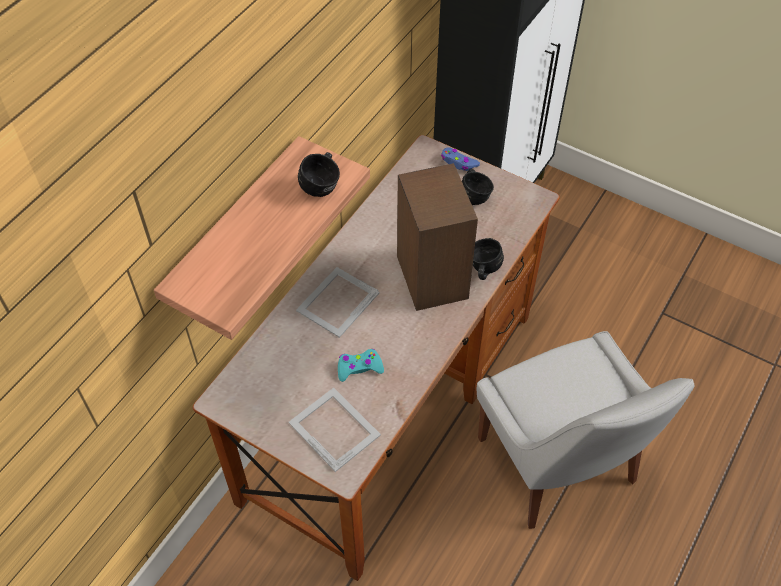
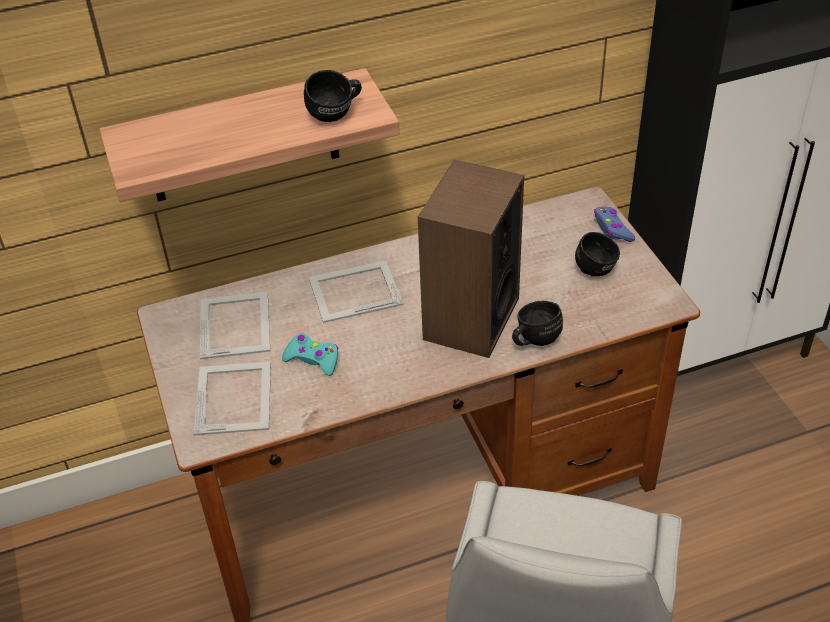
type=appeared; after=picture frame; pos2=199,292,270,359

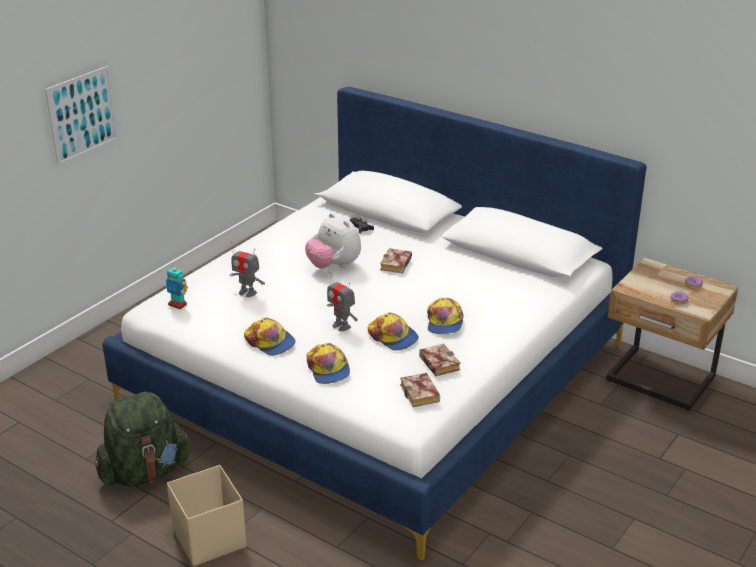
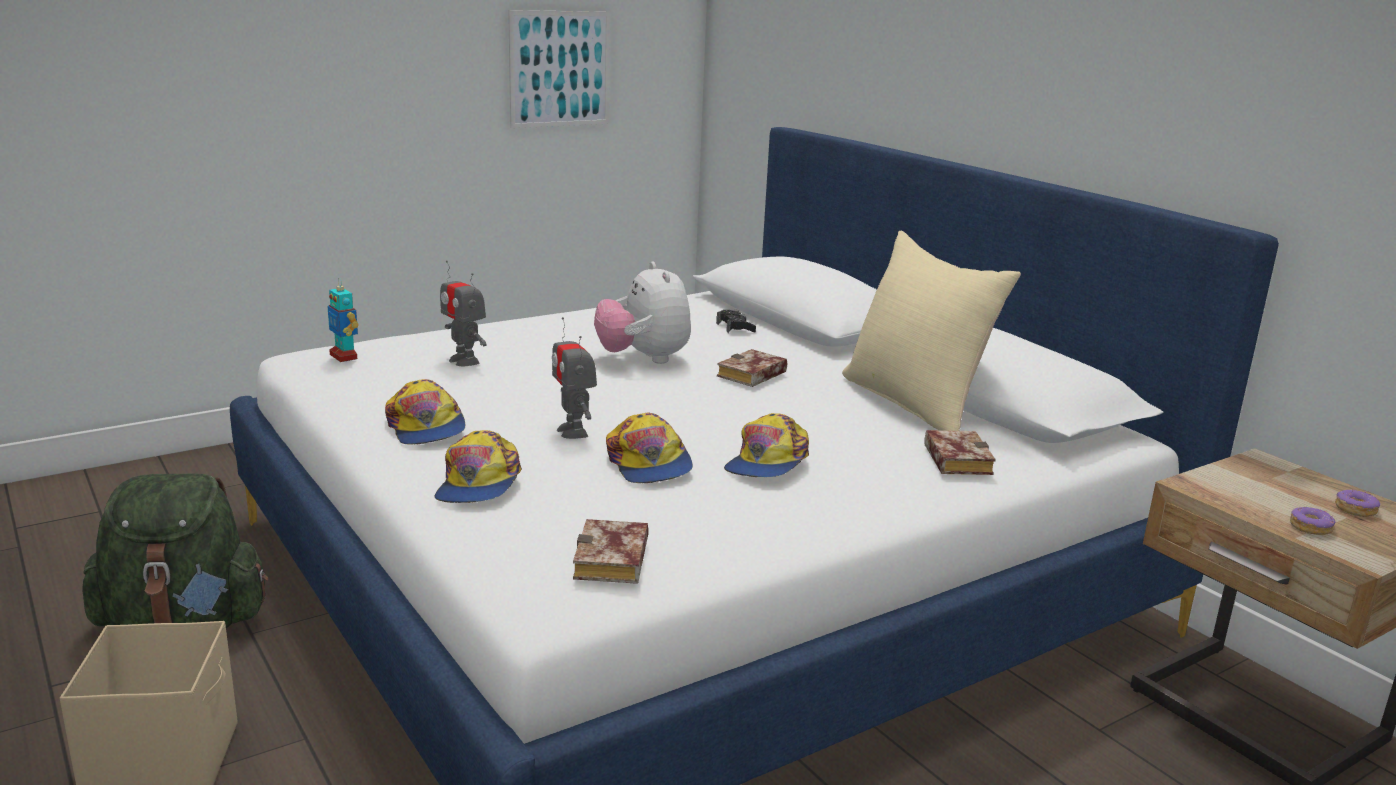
type=relocated; before=wall picture; pos1=45,66,119,166; pos2=508,10,610,128
type=relocated; before=book; pos1=419,344,461,376; pos2=925,430,996,475
type=appeared; after=beige-coloured pillow; pos2=842,231,1021,431

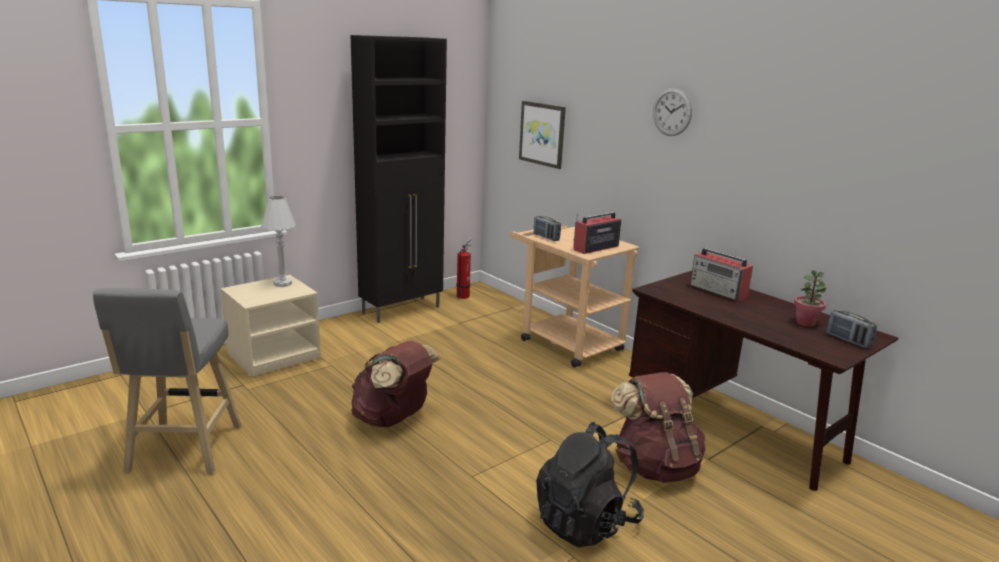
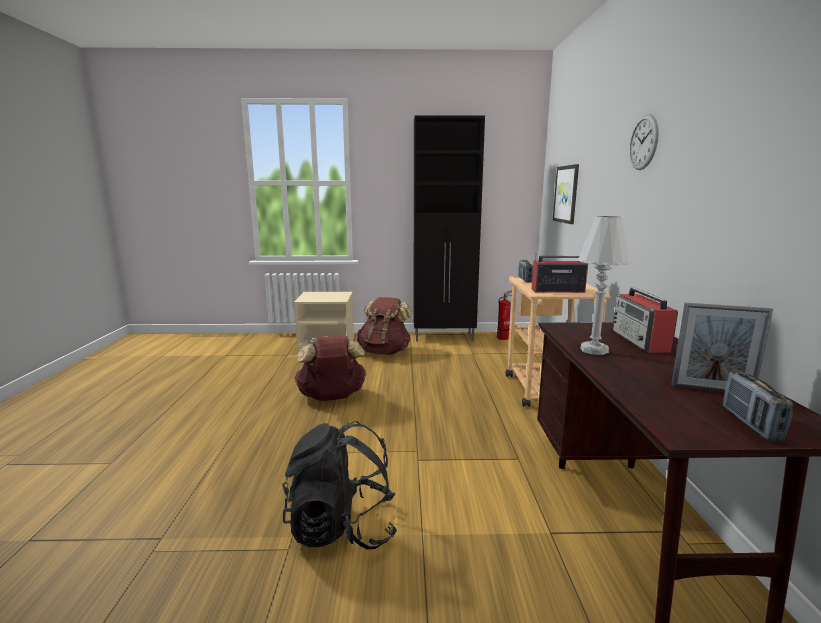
type=relocated; before=whitish tabletop lamp; pos1=261,196,296,287; pos2=577,216,632,355
type=exchanged; before=potted plant; after=picture frame; pos1=794,270,826,327; pos2=671,303,773,392
type=missing; before=greyish sitting stool; pos1=93,288,241,474
type=relocated; before=brownish backpack; pos1=611,372,706,483; pos2=357,297,413,355

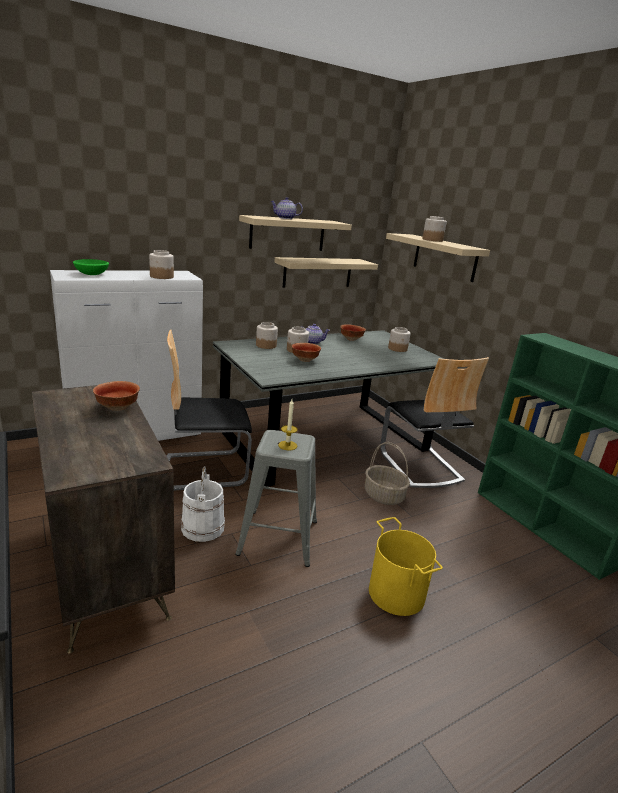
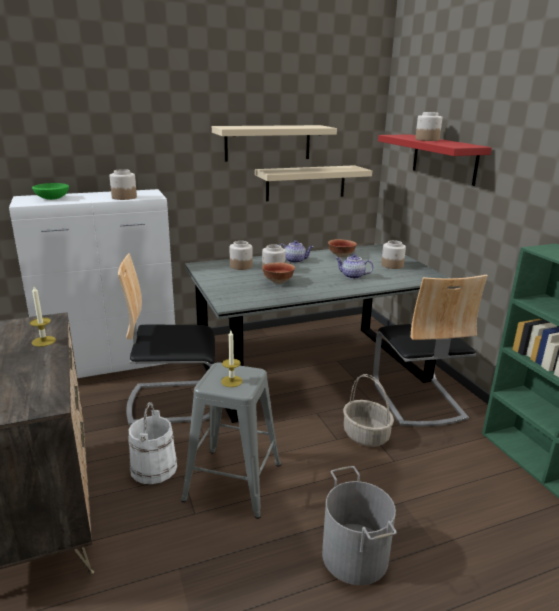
type=relocated; before=pot for tea; pos1=271,197,303,219; pos2=336,254,373,279
type=colour; before=beige-coloured bracket shelf; after=red bracket shelf; pos1=386,233,490,282; pos2=378,134,492,186
type=exchanged; before=deep dish; after=wax candle; pos1=93,381,140,411; pos2=30,286,56,347
type=colour; before=yellowish bucket; after=greyish bucket; pos1=369,517,443,616; pos2=322,466,397,585

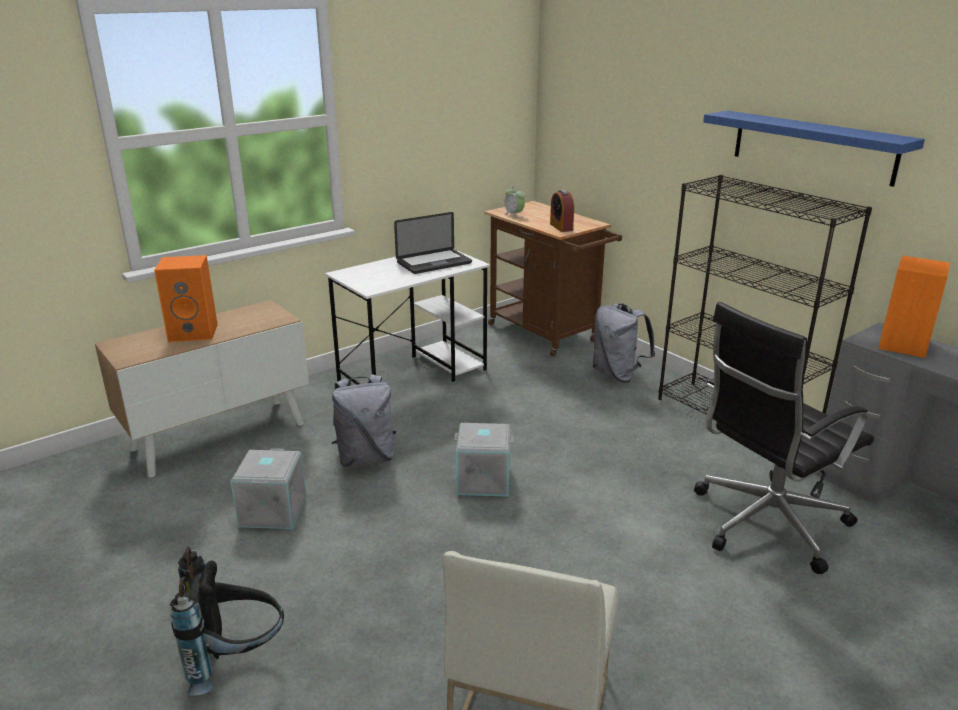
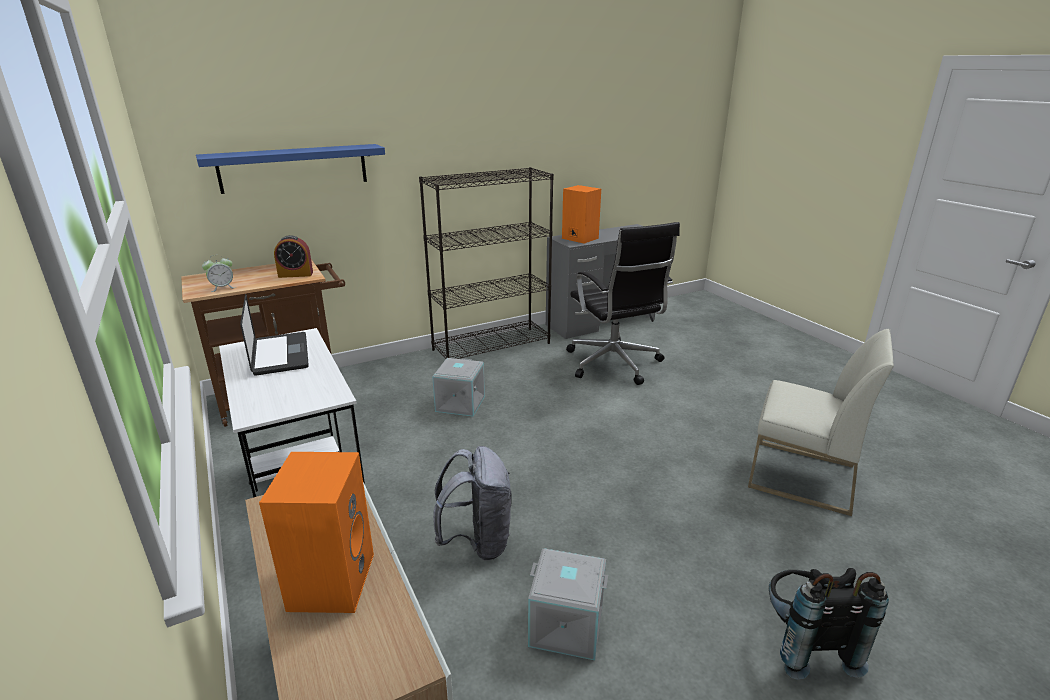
type=relocated; before=blue bracket shelf; pos1=703,111,925,187; pos2=196,144,385,194
type=missing; before=greyish backpack; pos1=593,303,655,383
type=relocated; before=greyish storage bin; pos1=454,423,514,497; pos2=432,358,485,417

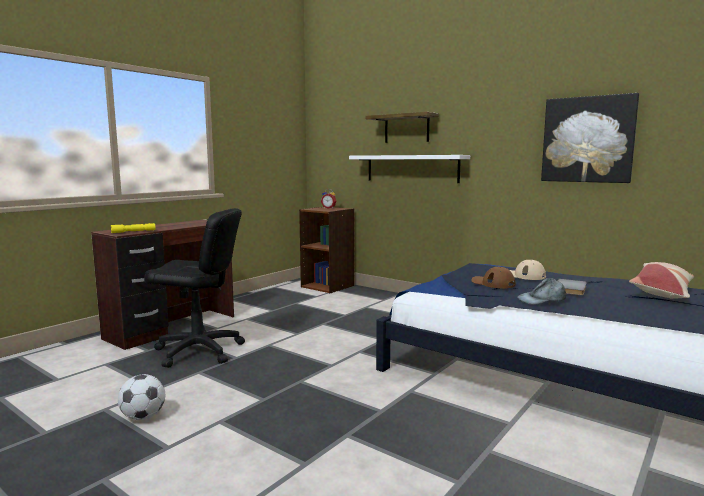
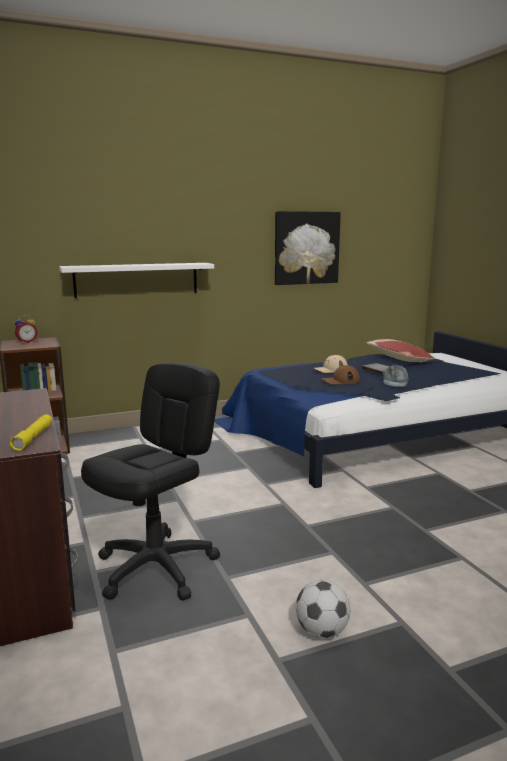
type=missing; before=bracket shelf; pos1=365,112,439,143

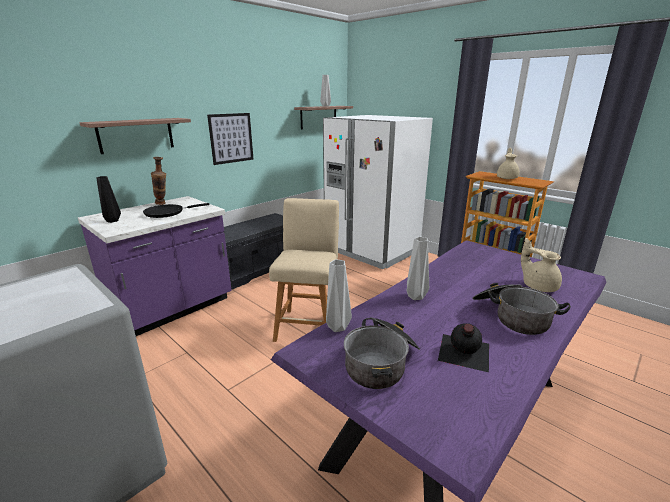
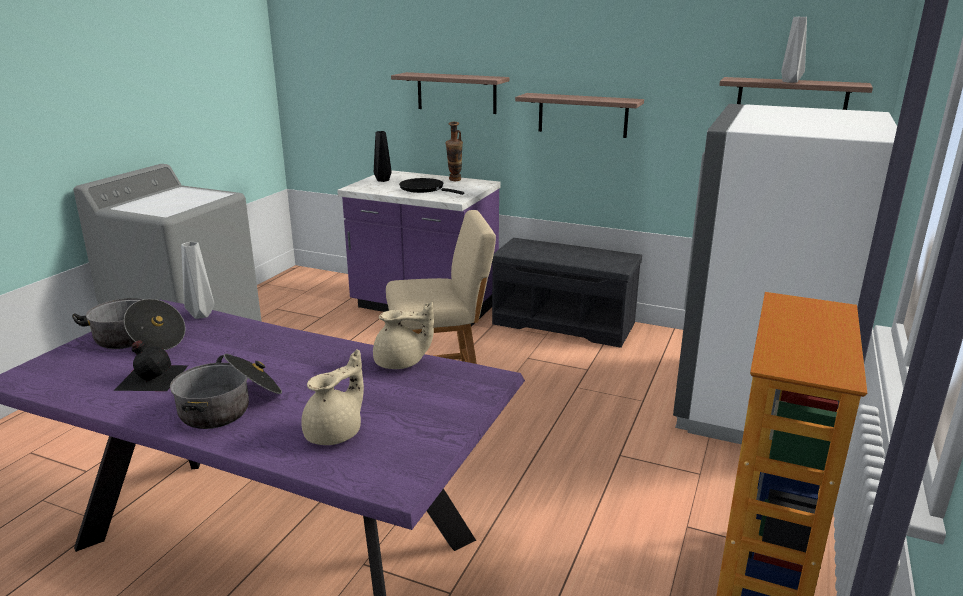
type=exchanged; before=wall picture; after=bracket shelf; pos1=207,113,254,165; pos2=515,93,644,138
type=relocated; before=beige-coloured pot for tea; pos1=497,148,520,179; pos2=373,302,434,369
type=missing; before=greyish flower vase; pos1=407,237,429,300

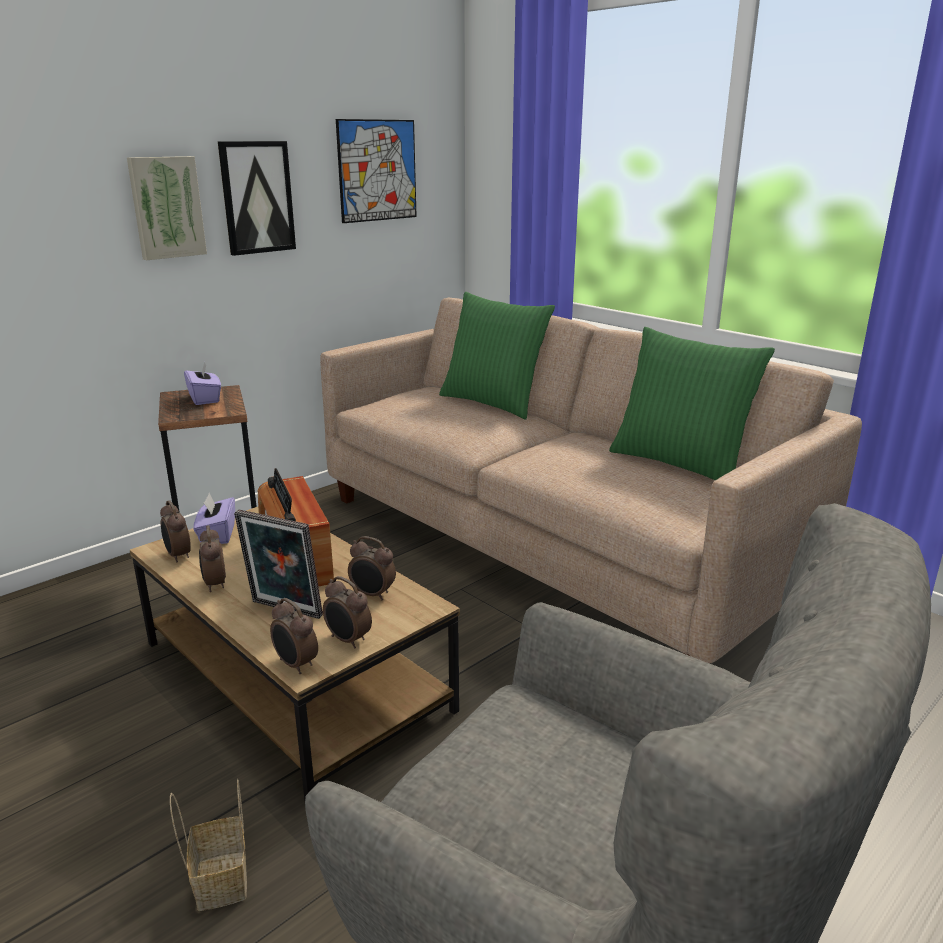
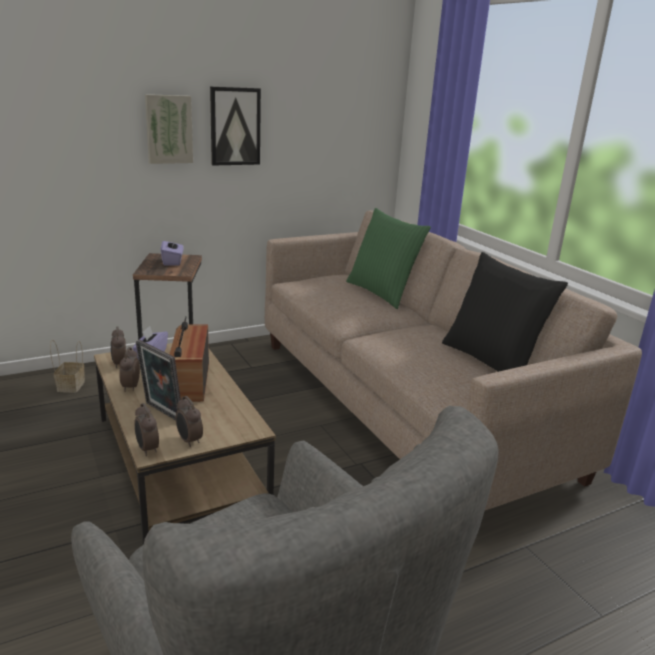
type=missing; before=wall picture; pos1=336,119,417,223
type=colour; before=greenish pillow; after=blackish pillow; pos1=609,327,775,480; pos2=442,252,568,372
type=missing; before=table clock; pos1=348,536,396,600
type=relocated; before=storage basket; pos1=170,779,247,911; pos2=50,340,85,393

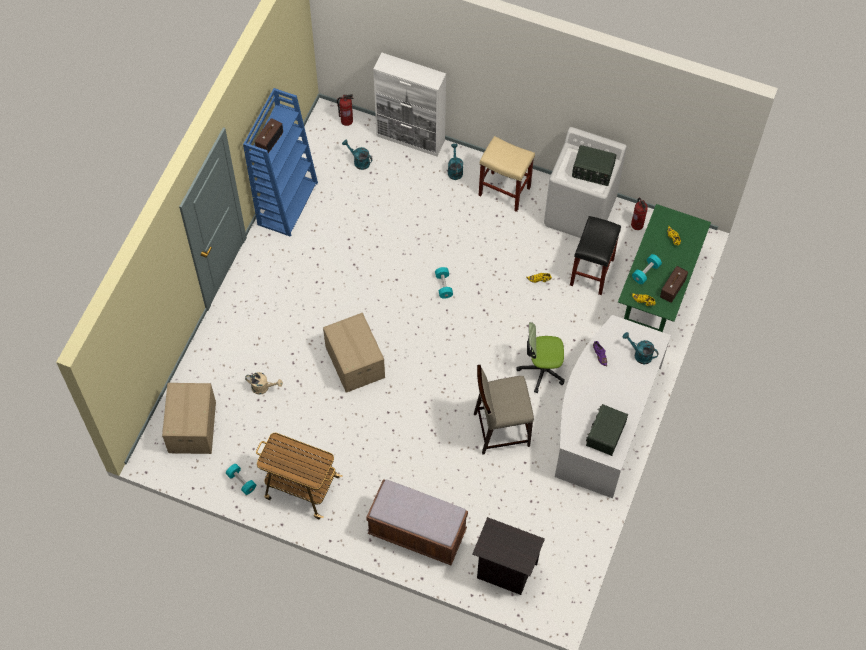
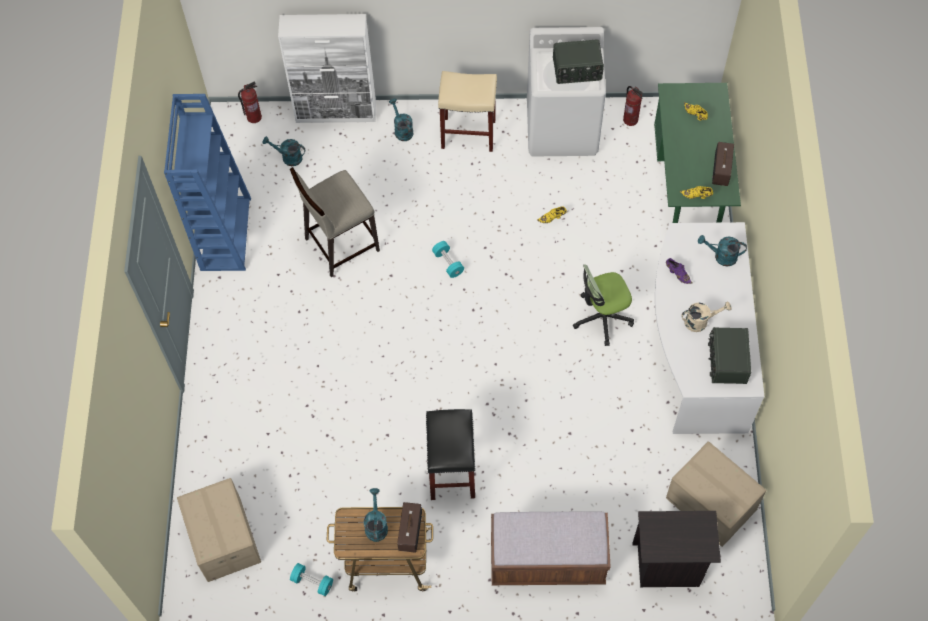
type=relocated; before=radio set; pos1=255,118,283,153; pos2=397,502,422,553
type=relocated; before=blackish sitting stool; pos1=570,216,621,295; pos2=426,409,475,500
type=missing; before=turquoise hand weight; pos1=632,254,662,284
type=relocated; before=carton; pos1=323,313,385,393; pos2=666,441,767,547
type=relocated; before=beige-coloured sitting stool; pos1=474,365,534,455; pos2=290,167,380,277
type=relocated; before=beige-coloured watering can; pos1=245,372,283,395; pos2=681,302,732,332
type=appeared; after=turquoise watering can; pos2=364,488,388,542

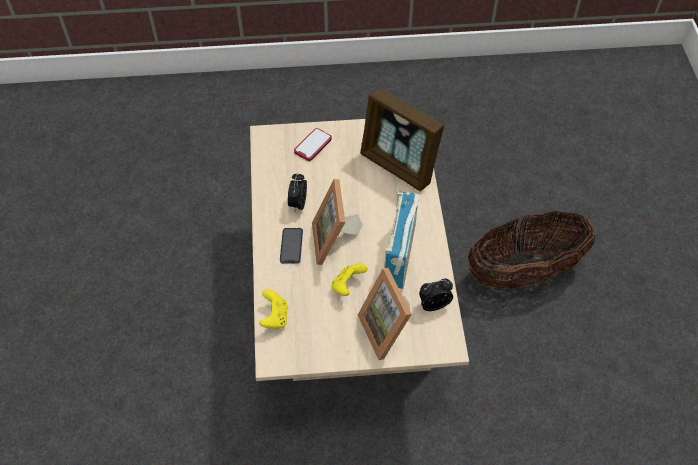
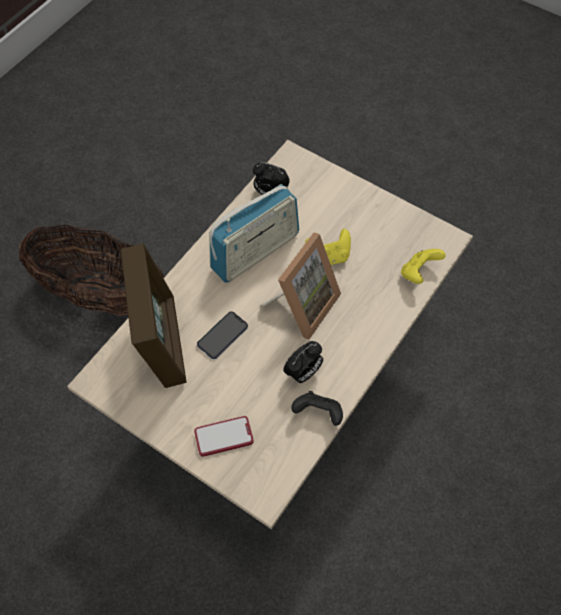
type=relocated; before=telephone; pos1=280,228,303,264; pos2=197,311,248,359
type=missing; before=picture frame; pos1=358,268,412,360
type=appeared; after=blackish gamepad; pos2=291,391,343,426

